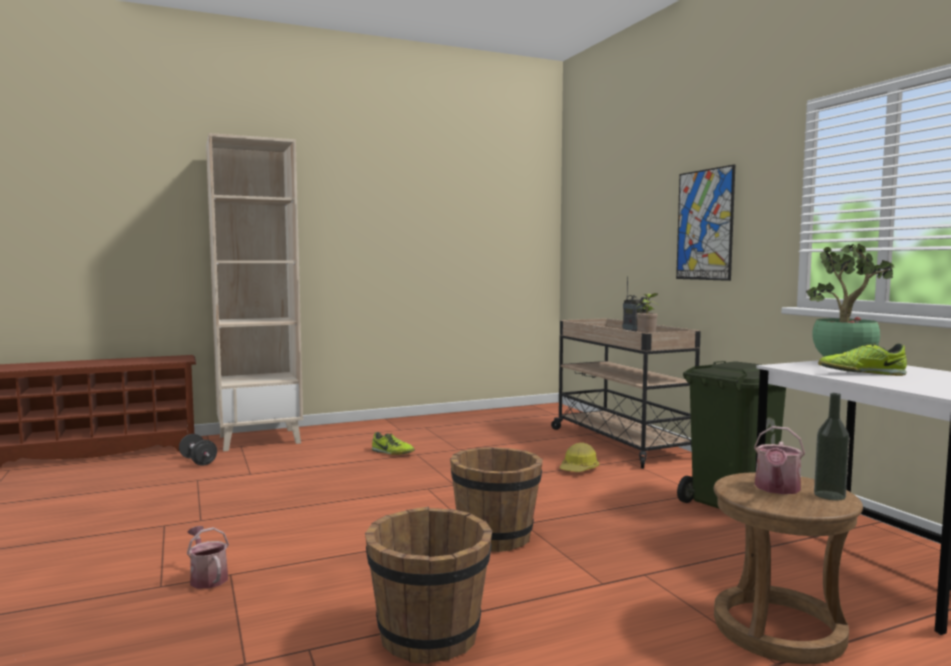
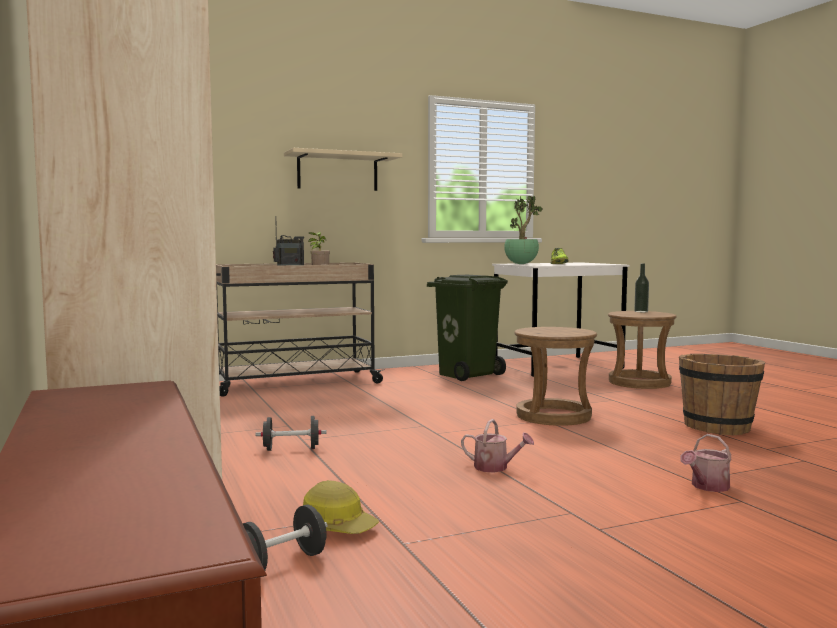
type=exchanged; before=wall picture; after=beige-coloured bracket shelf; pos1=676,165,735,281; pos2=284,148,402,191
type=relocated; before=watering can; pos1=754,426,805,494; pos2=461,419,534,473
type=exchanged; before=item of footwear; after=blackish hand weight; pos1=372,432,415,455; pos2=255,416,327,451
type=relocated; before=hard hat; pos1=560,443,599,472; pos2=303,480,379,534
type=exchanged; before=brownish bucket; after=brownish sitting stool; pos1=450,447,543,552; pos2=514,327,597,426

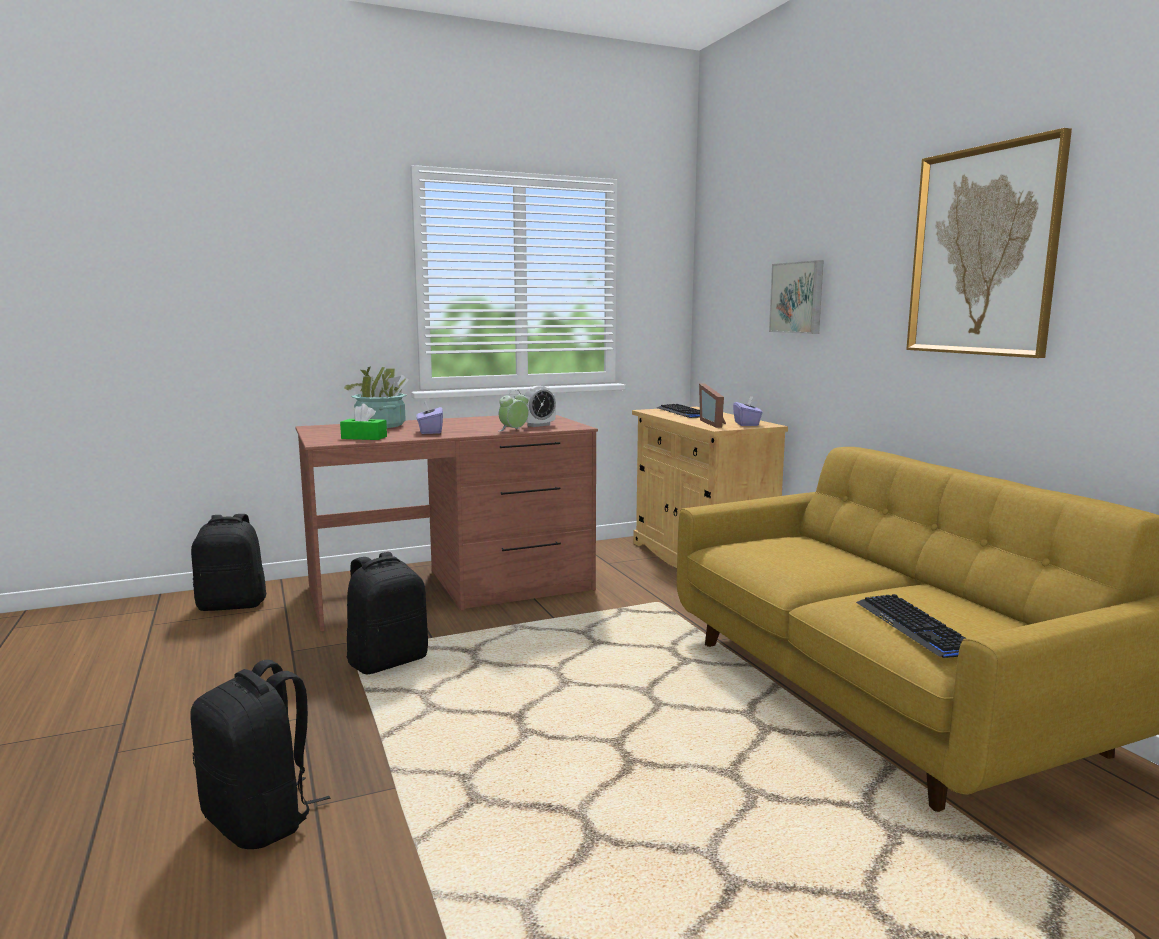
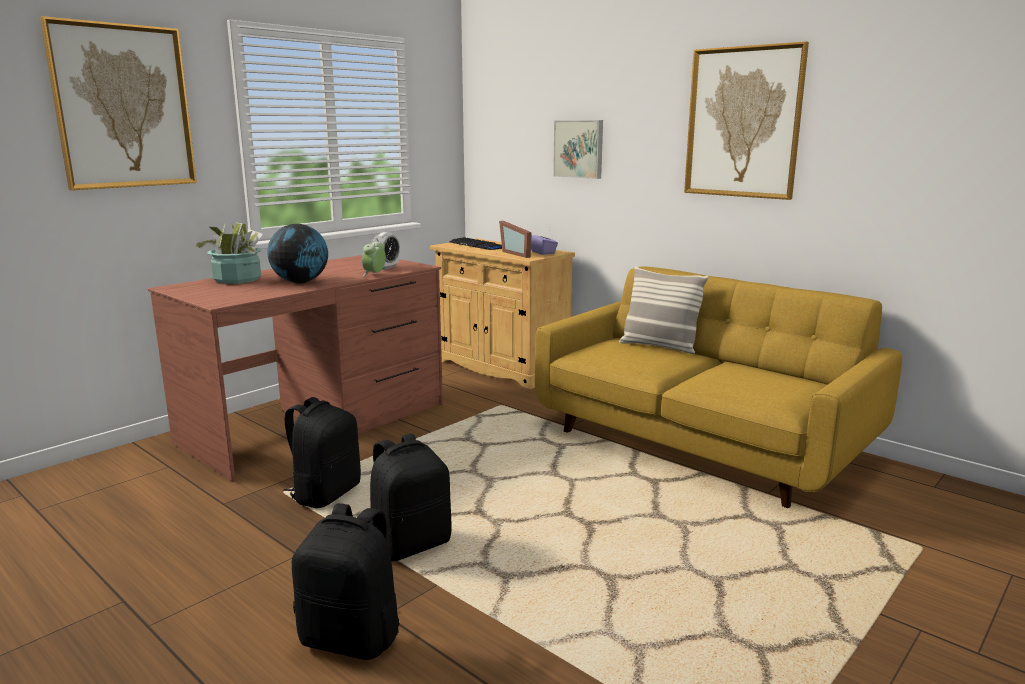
type=exchanged; before=purple box of tissues; after=desk globe; pos1=416,401,443,434; pos2=267,224,328,284
type=missing; before=greenish box of tissues; pos1=340,404,387,440
type=relocated; before=blackish backpack; pos1=191,514,266,611; pos2=370,433,452,561
type=missing; before=PC keyboard; pos1=856,594,967,658
type=appeared; after=wall picture; pos2=40,16,197,190
type=appeared; after=pillow; pos2=619,266,709,354

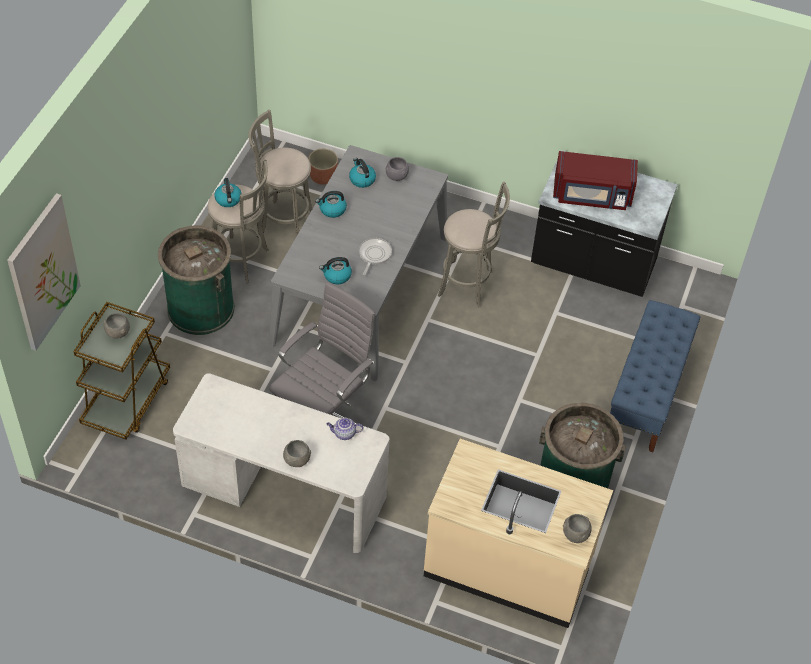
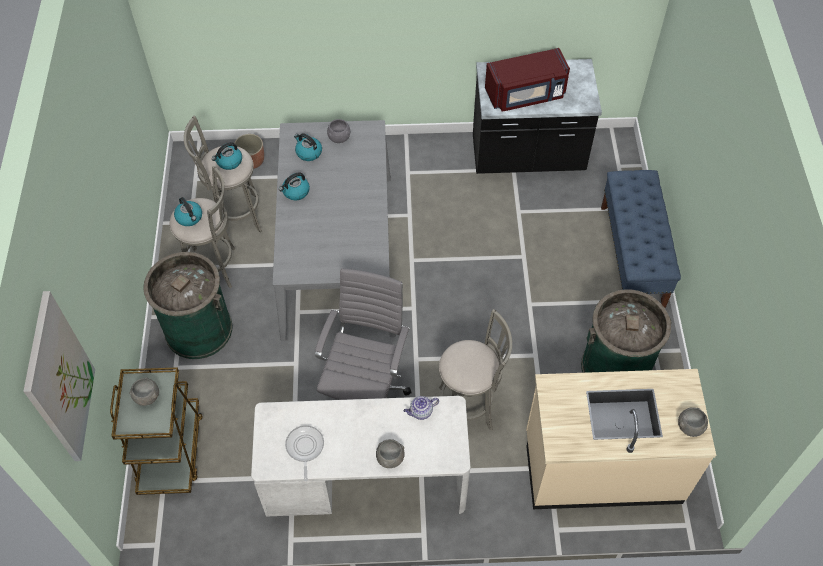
type=relocated; before=greyish sitting stool; pos1=438,182,510,307; pos2=439,309,512,430
type=relocated; before=frying pan; pos1=359,238,392,275; pos2=285,425,324,481
type=relocated; before=kettle; pos1=319,257,352,284; pos2=212,142,242,170

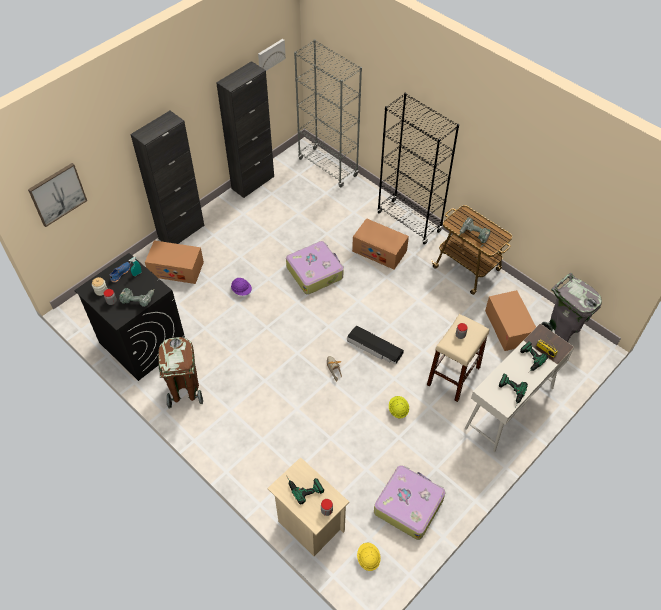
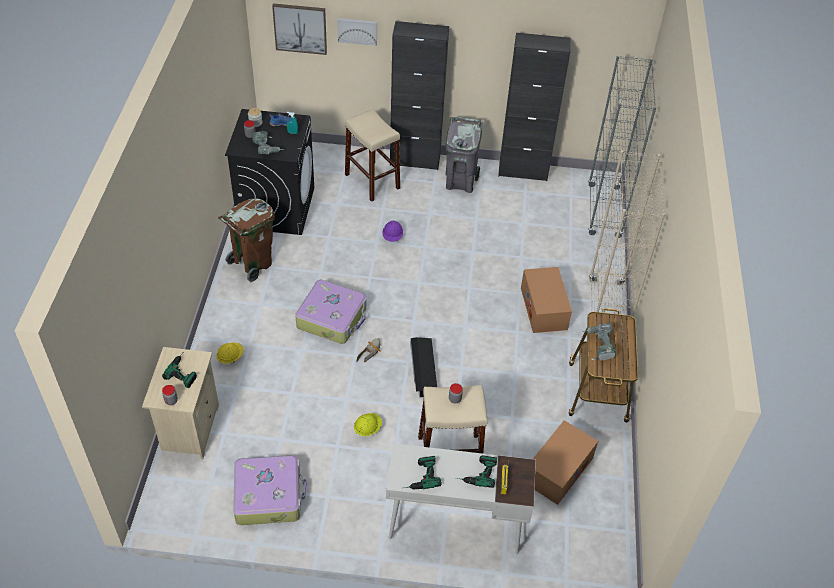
type=relocated; before=wall picture; pos1=258,39,286,71; pos2=337,18,377,46
type=colour; before=blackish shelving unit; after=beige-coloured shelving unit; pos1=377,93,459,245; pos2=589,150,665,343
type=exchanged; before=carton; after=beige-coloured sitting stool; pos1=145,240,204,284; pos2=345,109,400,202
type=relocated; before=piece of luggage; pos1=286,241,344,294; pos2=295,280,367,344
type=relocated; before=greyish rubbish bin; pos1=541,273,602,342; pos2=445,117,482,193
type=relocated; before=yellowish hard hat; pos1=357,543,381,571; pos2=216,343,244,364

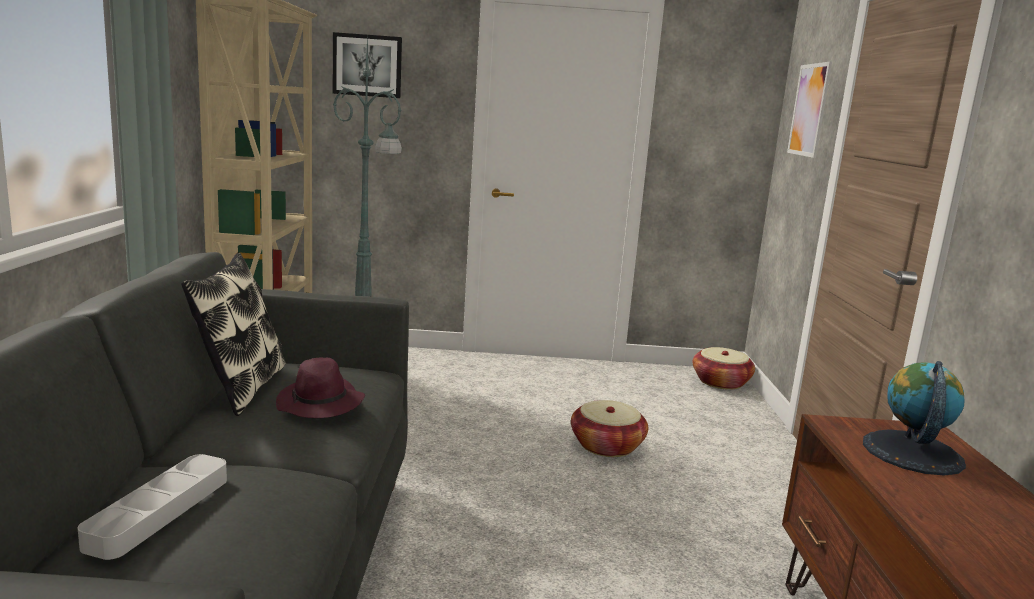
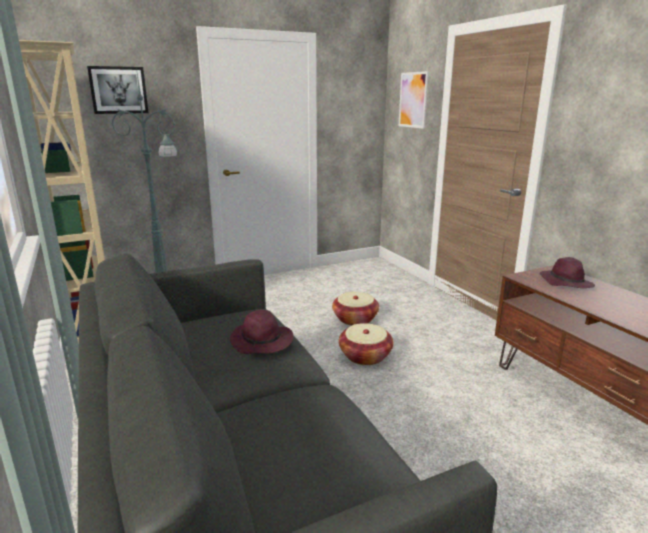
type=missing; before=pillow; pos1=181,253,285,416
type=relocated; before=storage basket; pos1=693,347,755,390; pos2=339,323,394,365
type=exchanged; before=desk globe; after=purple wearable hat; pos1=863,361,966,476; pos2=540,257,595,288
type=missing; before=greyish serving tray; pos1=78,454,227,560

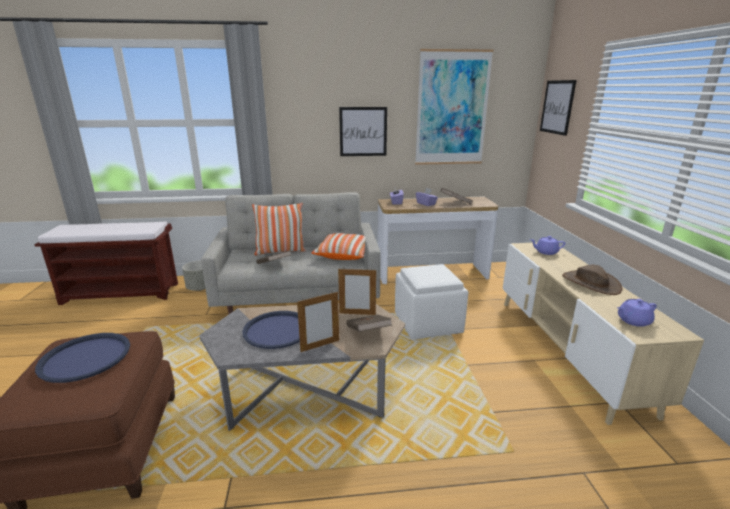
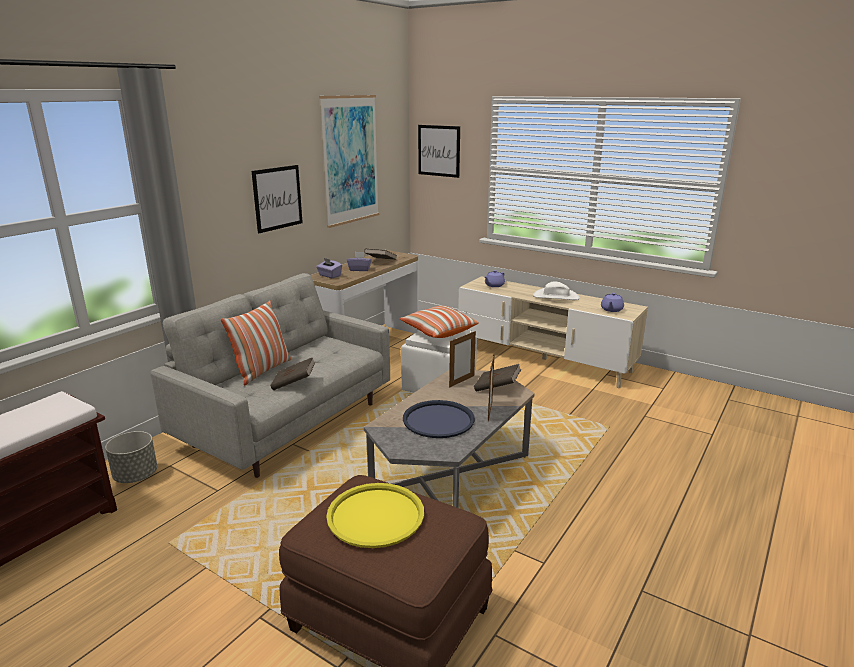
type=relocated; before=pillow; pos1=312,233,366,260; pos2=399,306,479,338
type=colour; before=brownish wearable hat; after=whitish wearable hat; pos1=562,265,622,295; pos2=533,281,580,300
type=colour; before=blue serving tray; after=yellowish serving tray; pos1=35,333,130,383; pos2=326,483,424,548

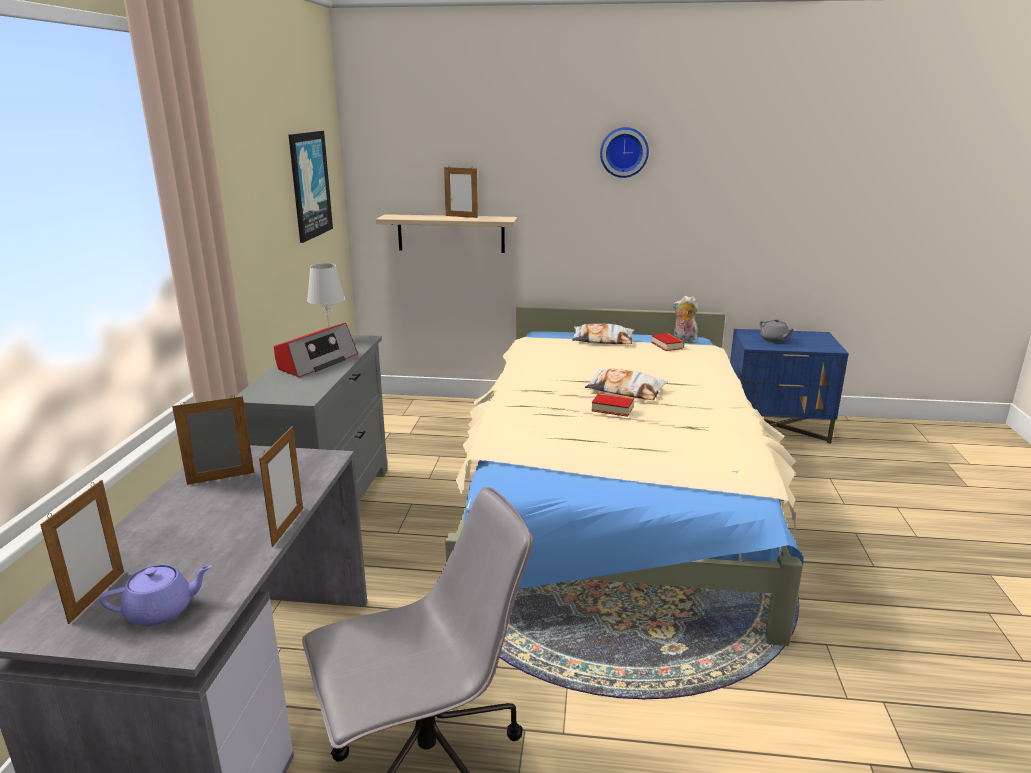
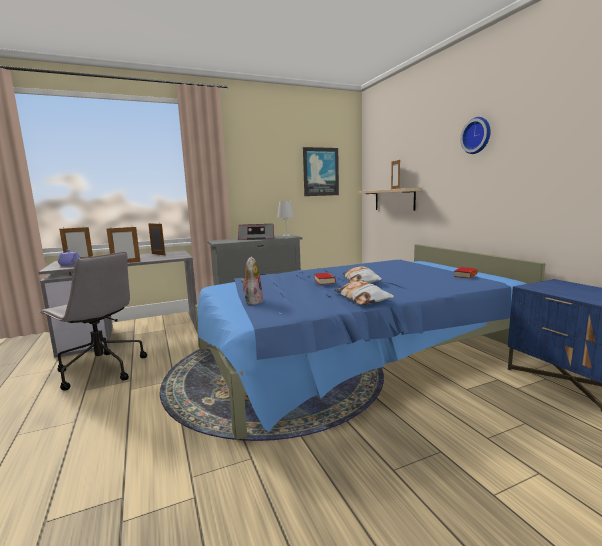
type=relocated; before=soft toy; pos1=673,296,699,343; pos2=241,256,263,305
type=colour; before=beige-coloured bed; after=blue bed; pos1=445,306,803,646; pos2=195,244,545,440
type=missing; before=greyish pot for tea; pos1=760,319,795,342
type=relocated; before=pillow; pos1=572,323,634,344; pos2=333,281,394,305

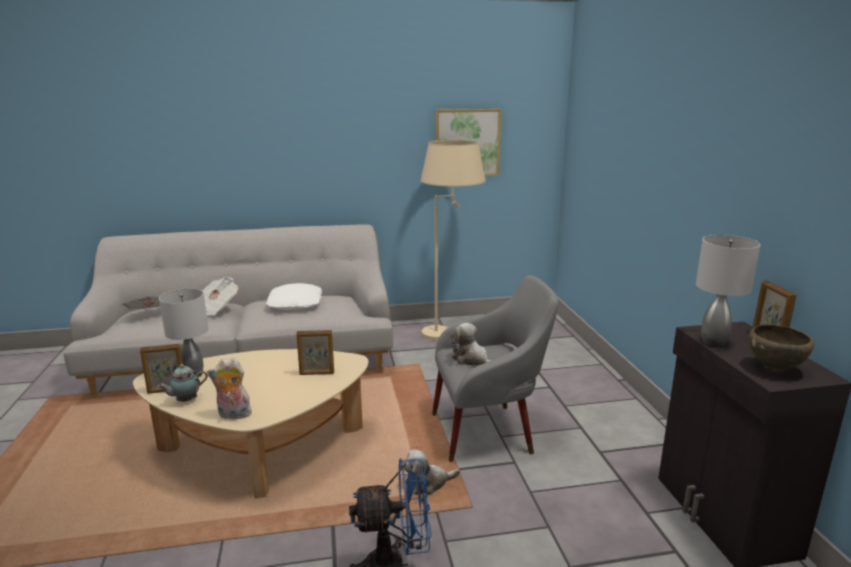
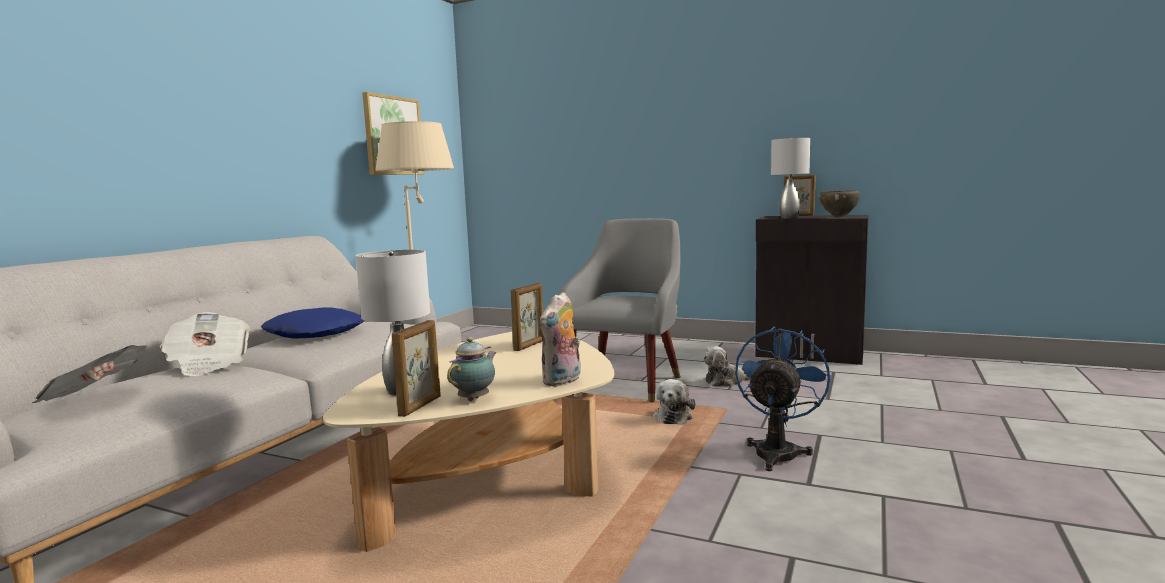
type=colour; before=whitish pillow; after=blue pillow; pos1=266,283,322,310; pos2=261,307,364,339
type=relocated; before=soft toy; pos1=451,323,491,366; pos2=703,346,751,386
type=spun; before=pot for tea; pos1=157,364,208,402; pos2=447,337,496,401; turn=-150

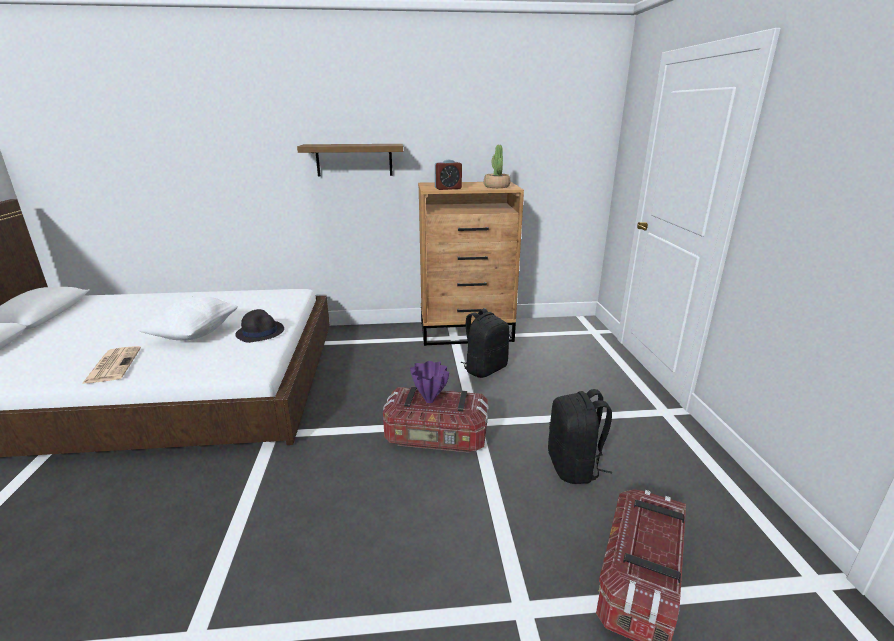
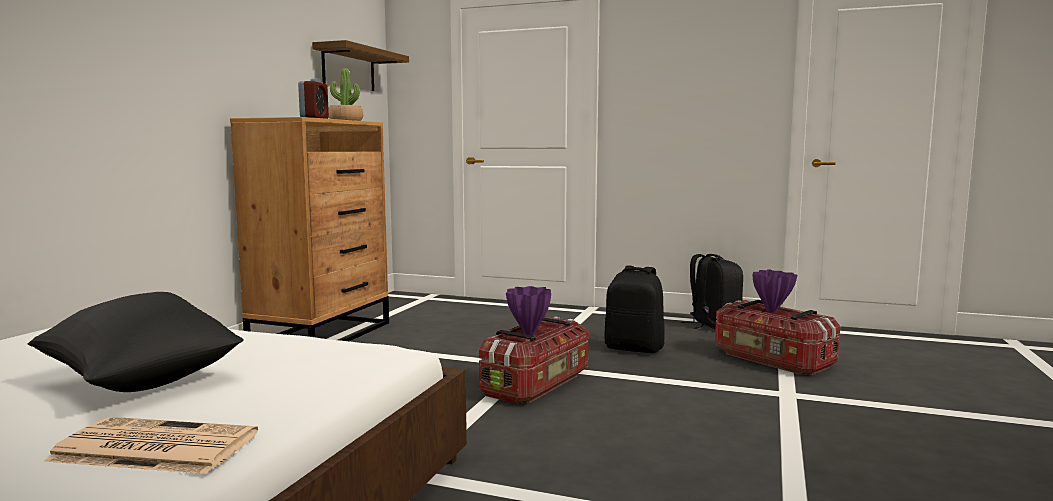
type=relocated; before=bracket shelf; pos1=297,144,403,177; pos2=312,40,409,91
type=colour; before=whitish pillow; after=blackish pillow; pos1=137,296,238,340; pos2=28,292,244,392
type=missing; before=blackish wearable hat; pos1=235,309,284,343
type=relocated; before=blackish backpack; pos1=460,309,509,378; pos2=681,254,743,329
type=appeared; after=purple flower vase; pos2=752,269,797,312

